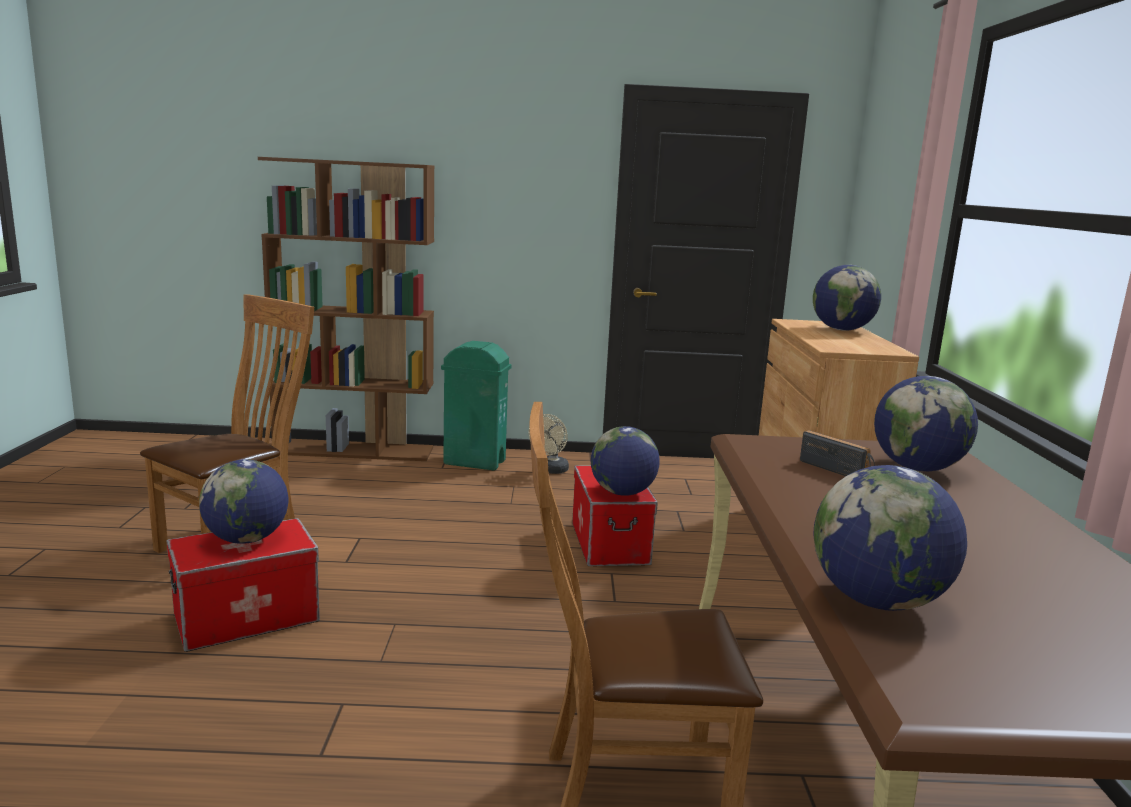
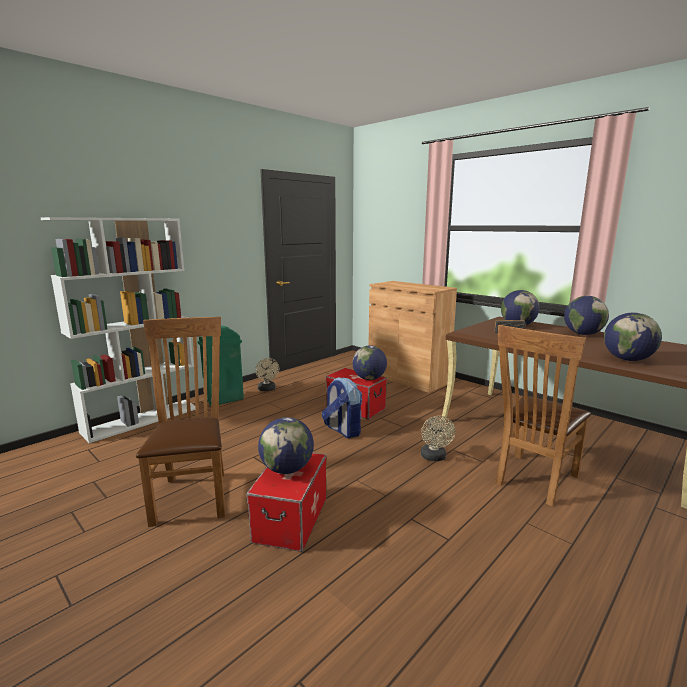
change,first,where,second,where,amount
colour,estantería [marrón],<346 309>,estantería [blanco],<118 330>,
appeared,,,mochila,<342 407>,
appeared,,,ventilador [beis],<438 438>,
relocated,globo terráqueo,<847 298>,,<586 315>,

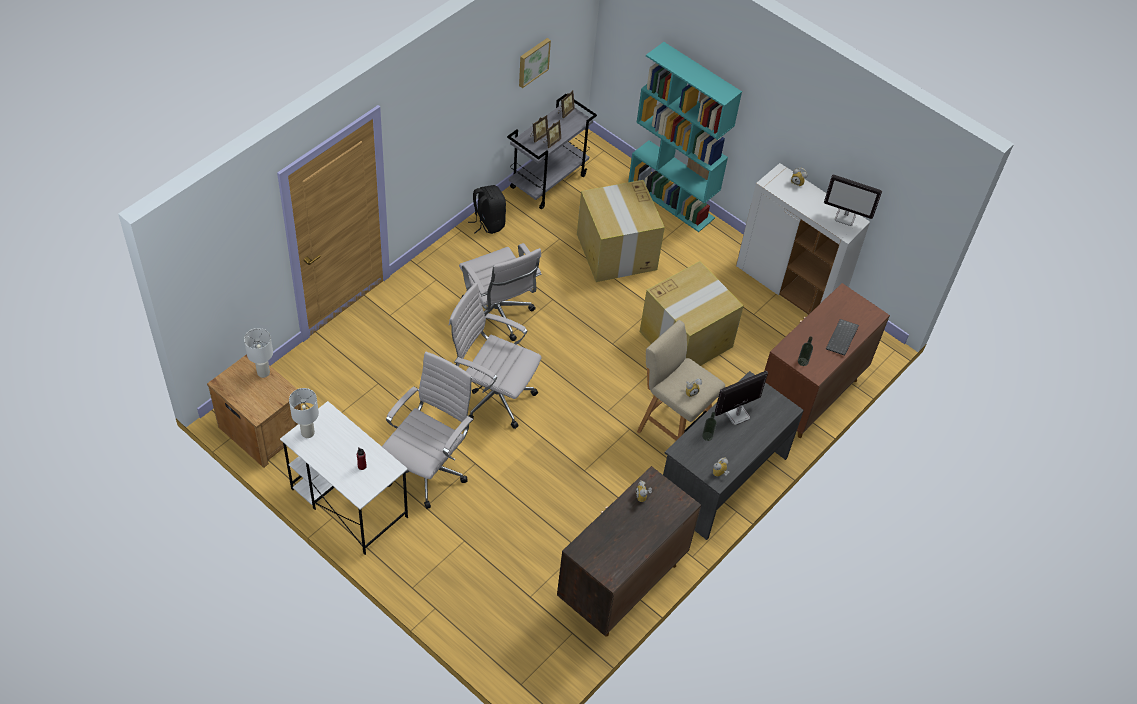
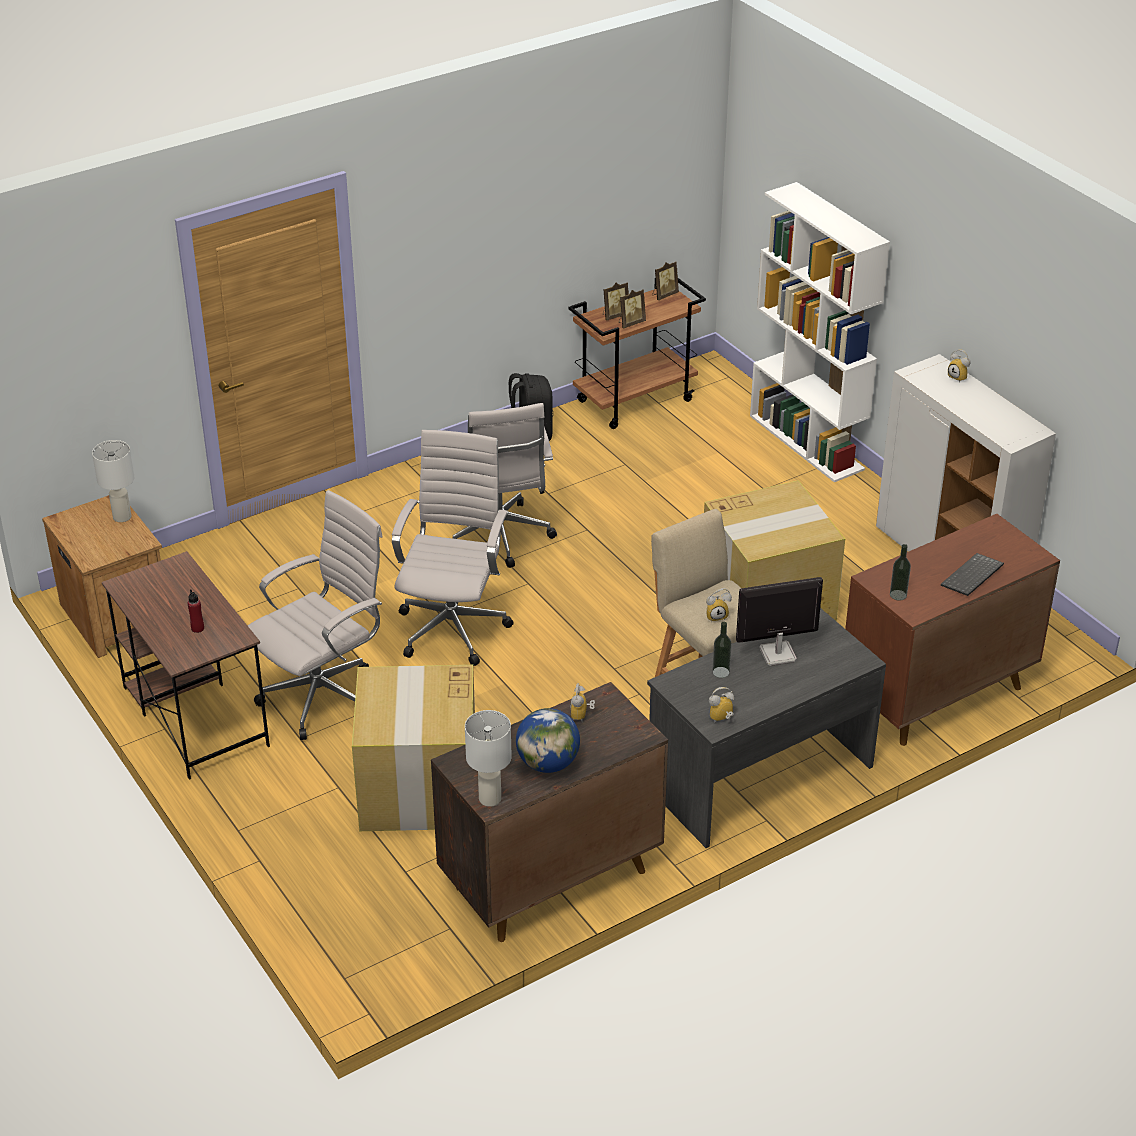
change,first,where,second,where,amount
colour,escritorio [blanco],<344 478>,escritorio [marrón],<186 665>,
relocated,caja de cartón,<621 231>,,<413 748>,
spun,silla de oficina [blanco],<495 356>,,<453 548>,60 degrees clockwise
relocated,lámpara de mesa [blanco],<304 413>,,<488 758>,
appeared,,,globo terráqueo,<548 740>,
colour,carrito [gris],<552 151>,carrito [marrón],<637 353>,
colour,estantería [turquesa],<685 137>,estantería [blanco],<820 332>,
missing,cuadro,<535 63>,,,
missing,monitor,<853 200>,,,

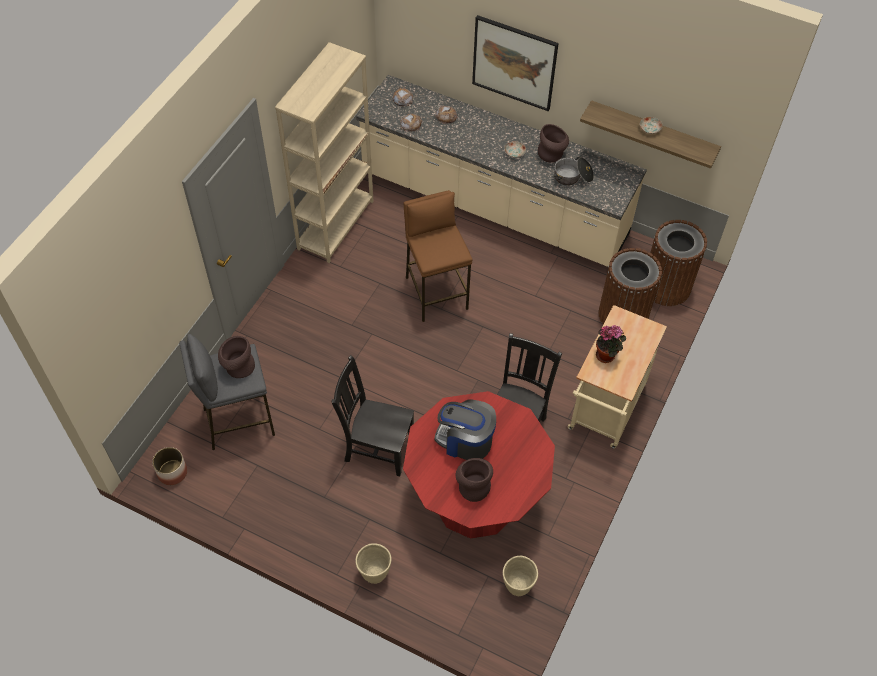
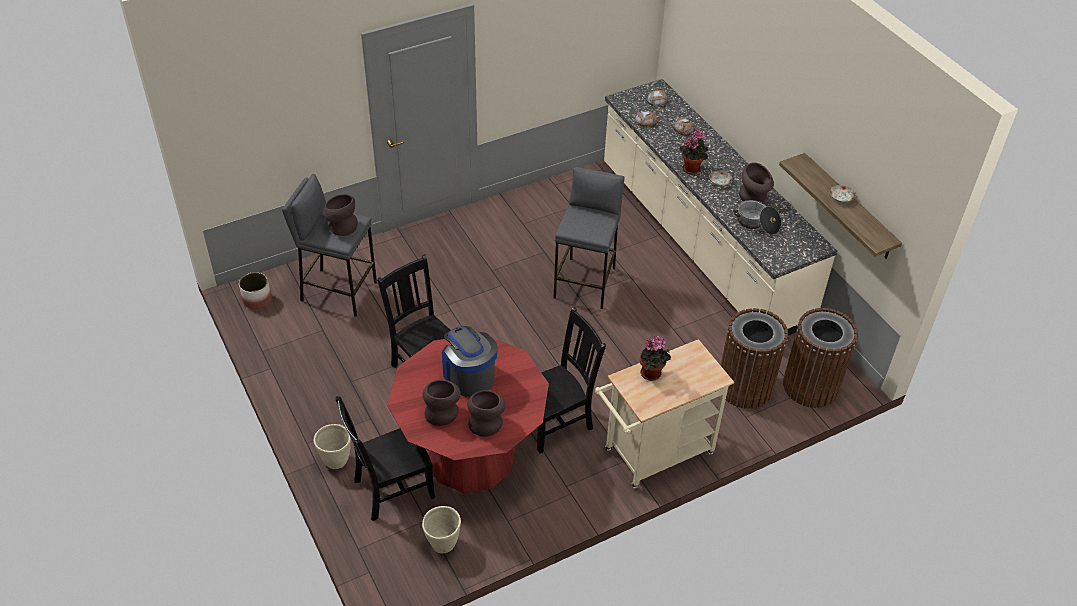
change,first,where,second,where,amount
appeared,,,silla [negro],<385 459>,
appeared,,,florero [marrón],<486 413>,
colour,taburete [marrón],<438 256>,taburete [gris],<588 238>,
appeared,,,planta en maceta,<693 152>,
missing,estantería [beis],<324 152>,,,
missing,cuadro,<515 63>,,,

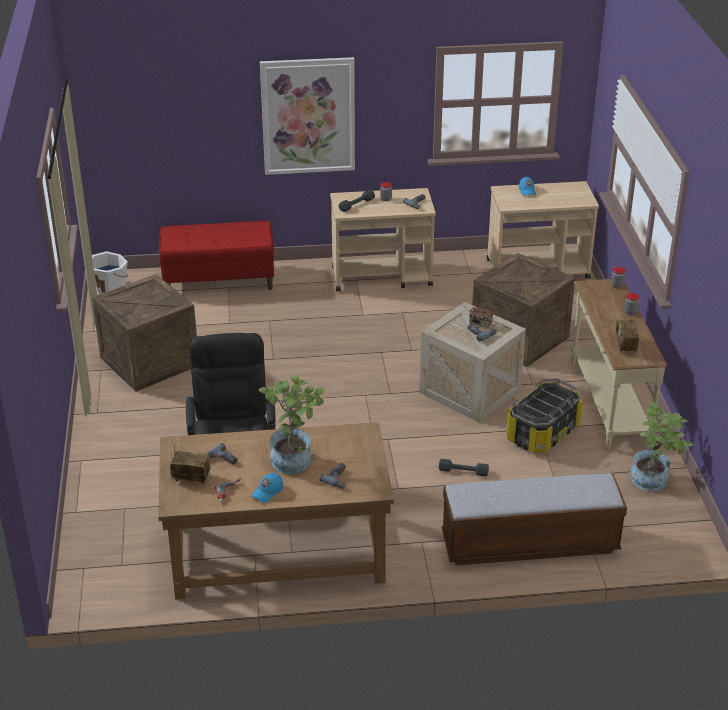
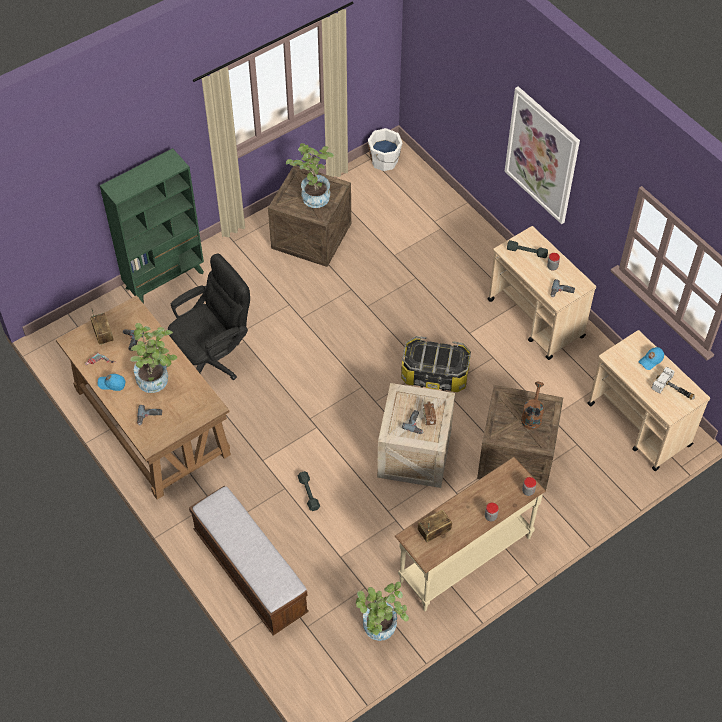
change,first,where,second,where,amount
appeared,,,estantería [verde],<152 226>,
appeared,,,planta en maceta,<310 175>,
relocated,caja de almacenaje,<544 415>,,<436 364>,
appeared,,,regadera [marrón],<532 405>,
appeared,,,martillo,<673 383>,
missing,banco [rojo],<216 255>,,,

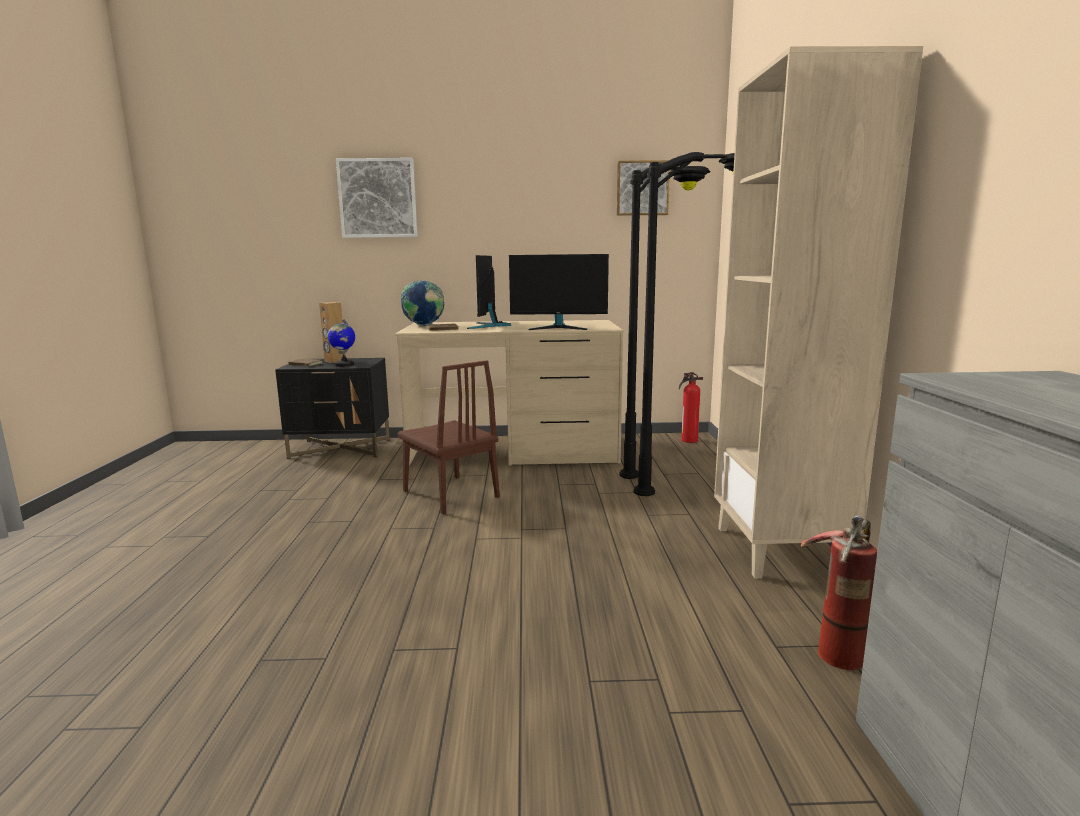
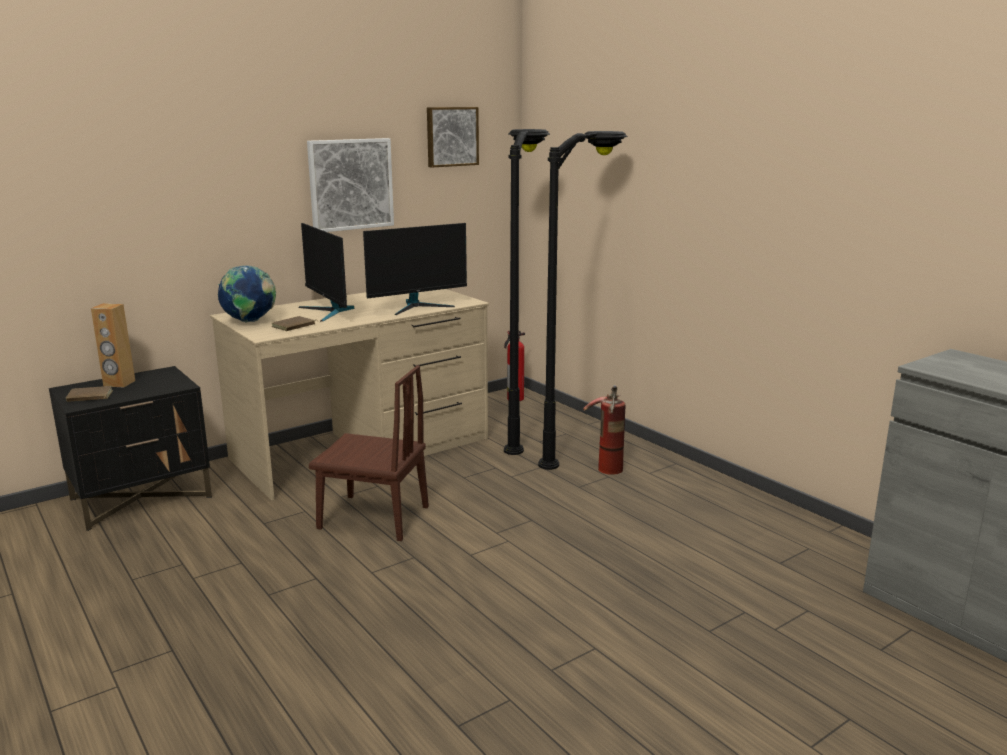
change,first,where,second,where,amount
relocated,cuadro,<377 198>,,<350 185>,
relocated,extintor,<839 592>,,<604 430>,
missing,globo terráqueo,<341 343>,,,
missing,estantería [beis],<818 312>,,,

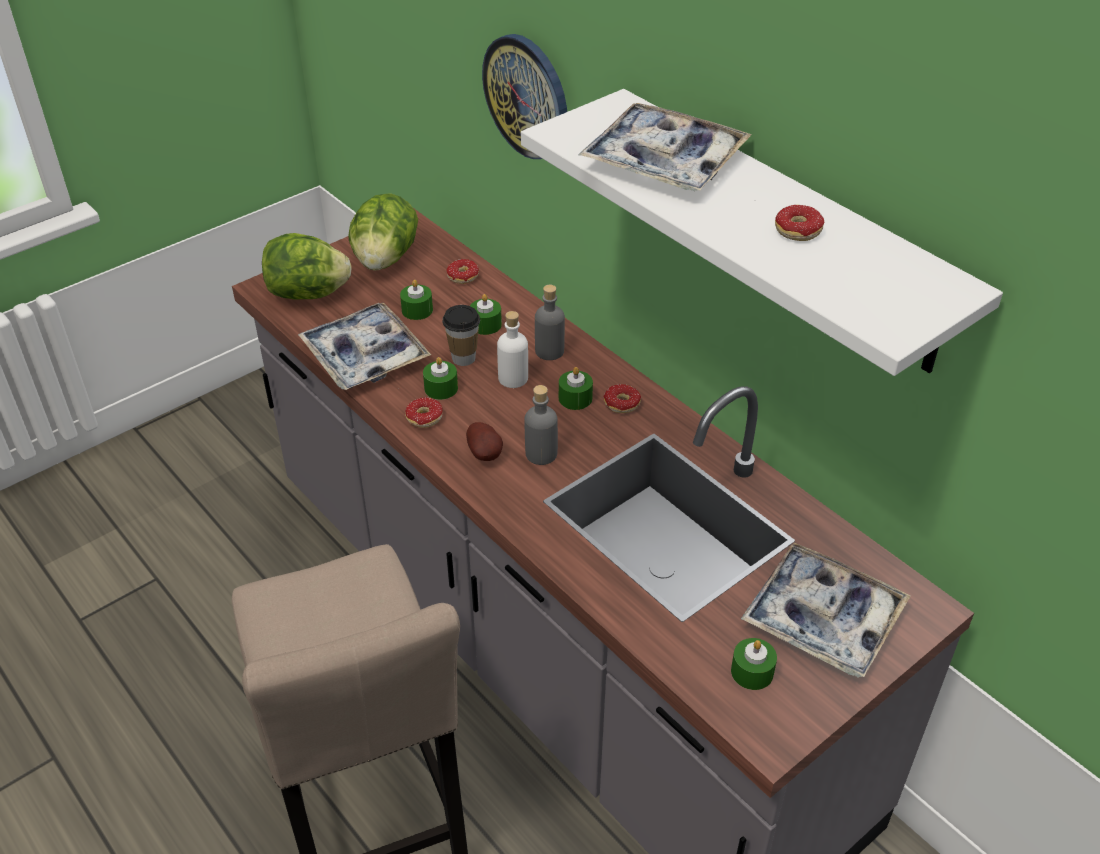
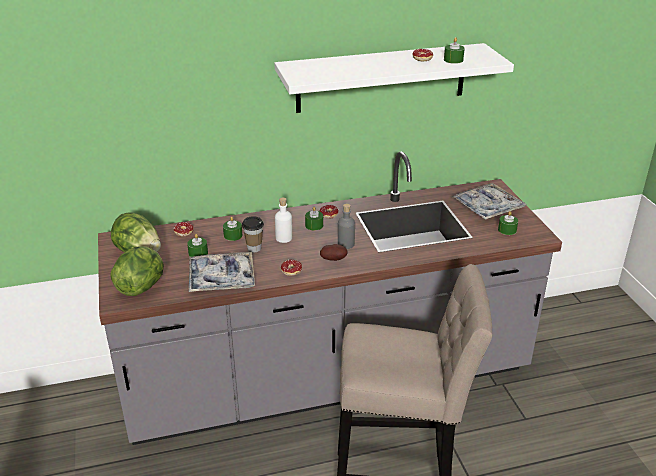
change,first,where,second,where,amount
relocated,vela [verde],<440 378>,,<454 50>,
missing,reloj de pared,<524 96>,,,
missing,botella [gris],<550 322>,,,
missing,bandeja,<665 147>,,,

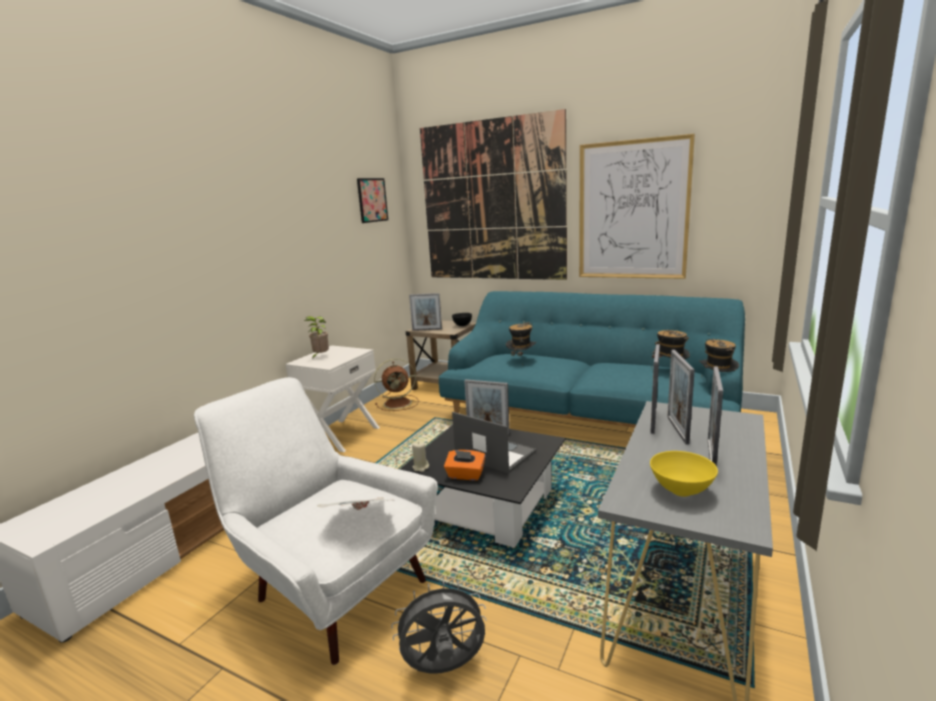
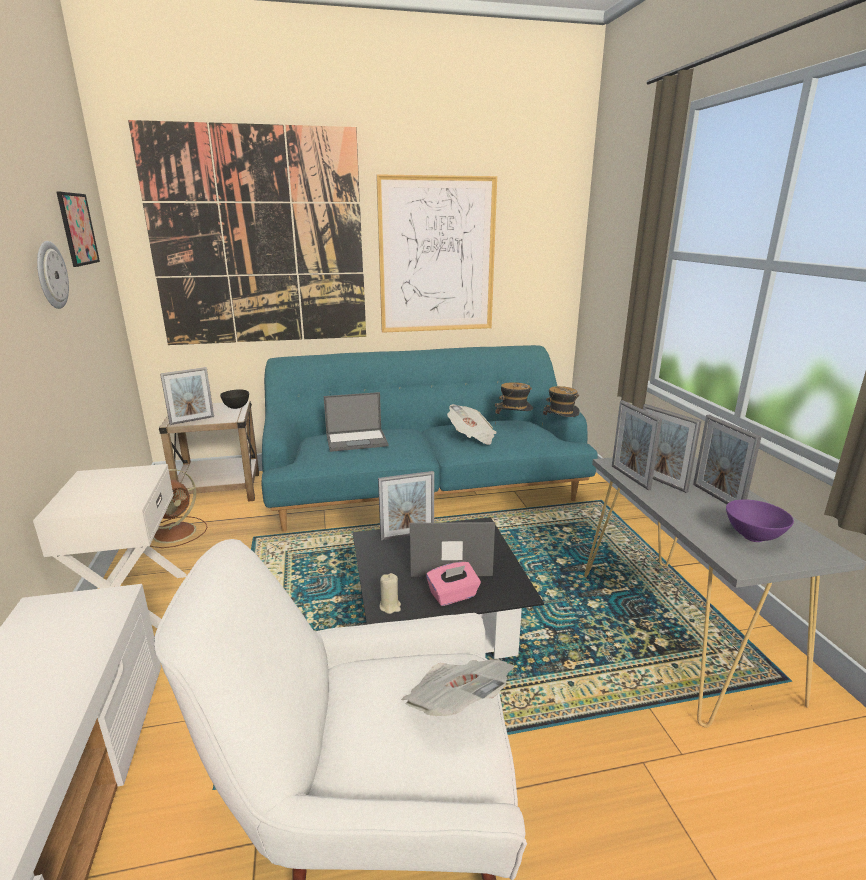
change,first,where,second,where,amount
appeared,,,reloj de pared,<53 275>,
exchanged,sombrero,<521 339>,portátil,<356 422>,
colour,caja de pañuelos [naranja],<464 465>,caja de pañuelos [rosa],<453 584>,
appeared,,,periódico,<471 424>,
colour,cuenco [amarillo],<684 474>,cuenco [morado],<760 520>,
missing,planta en maceta,<316 338>,,,
missing,ventilador [gris],<439 627>,,,

